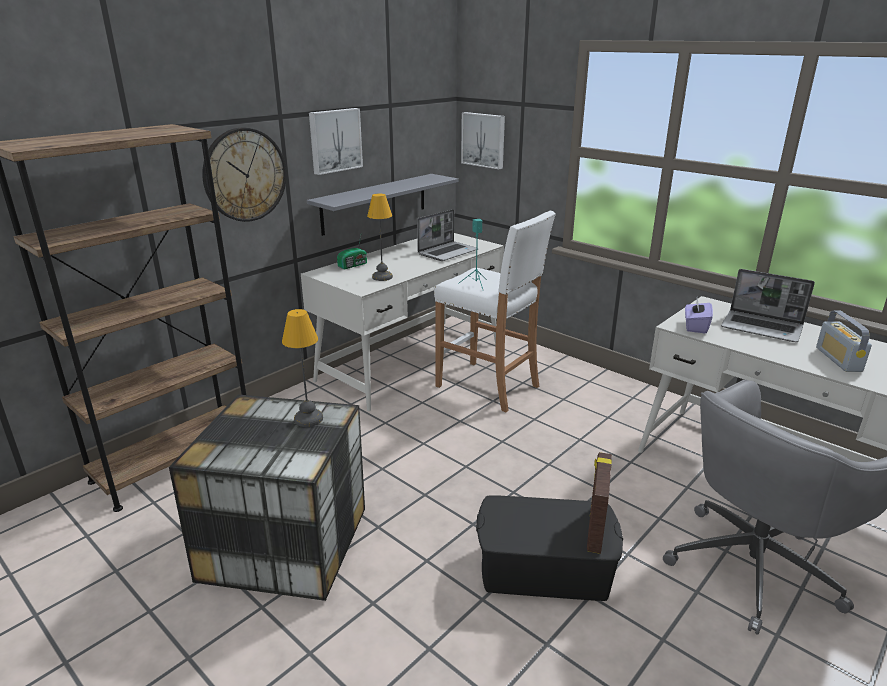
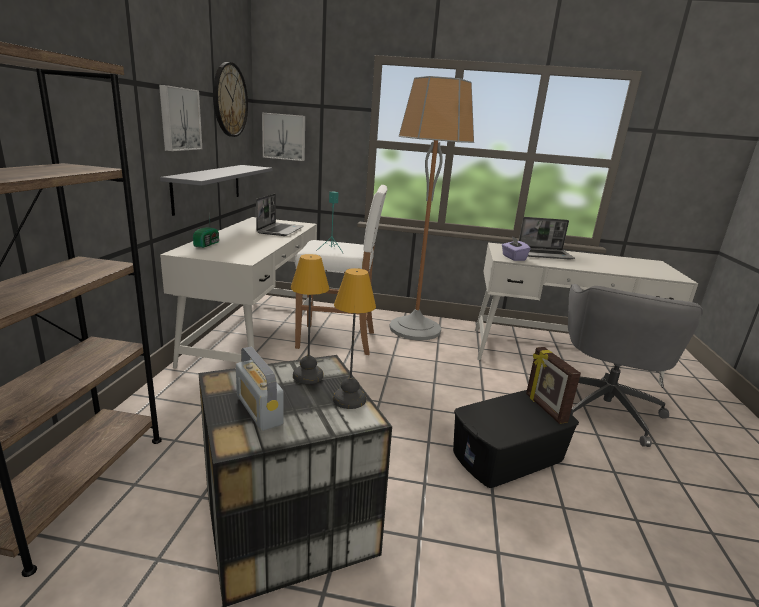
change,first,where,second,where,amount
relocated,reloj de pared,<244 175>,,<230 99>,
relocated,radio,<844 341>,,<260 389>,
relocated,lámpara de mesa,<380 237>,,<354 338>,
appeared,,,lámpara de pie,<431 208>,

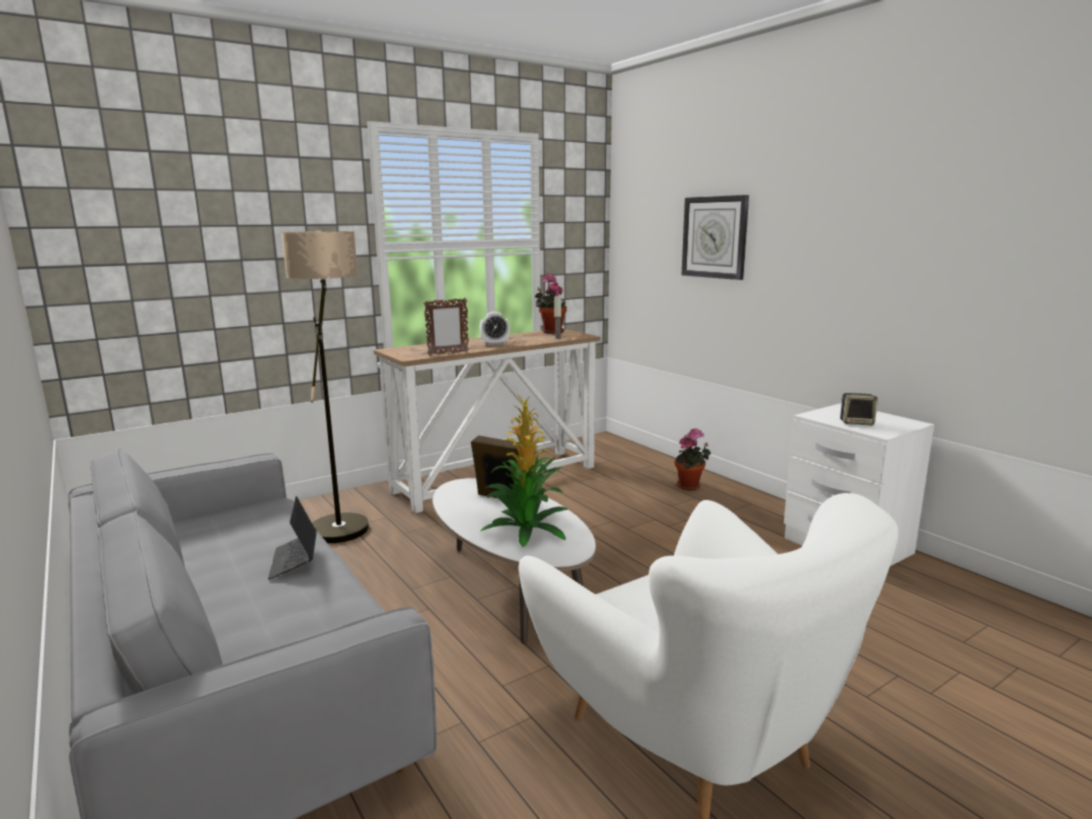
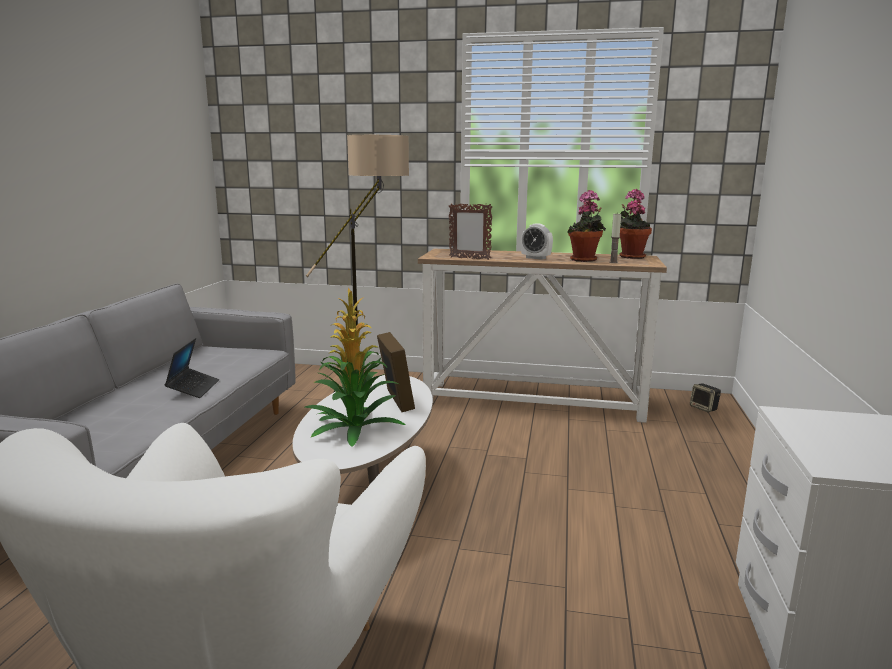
change,first,where,second,where,amount
spun,portátil,<292 538>,,<191 368>,150 degrees clockwise
relocated,planta en maceta,<693 459>,,<586 226>,
relocated,altavoz,<859 409>,,<705 397>,
missing,reloj de pared,<715 237>,,,

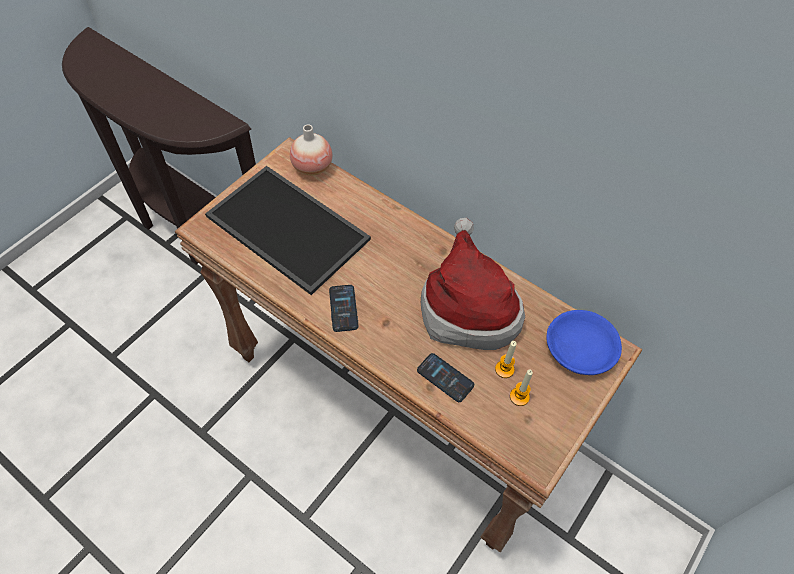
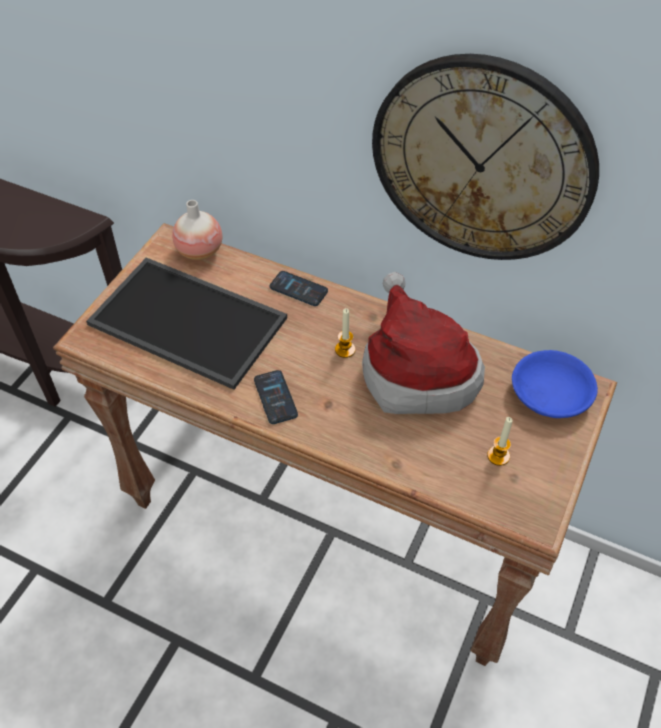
change,first,where,second,where,amount
relocated,móvil,<445 377>,,<299 288>,
relocated,vela,<506 359>,,<345 333>,
appeared,,,reloj de pared,<485 157>,

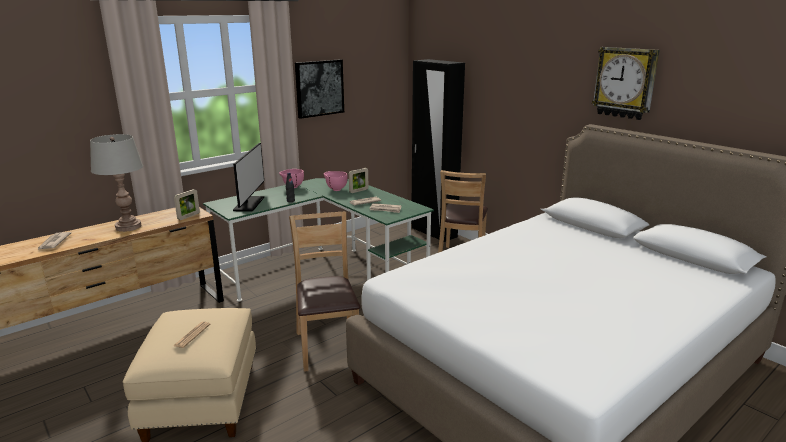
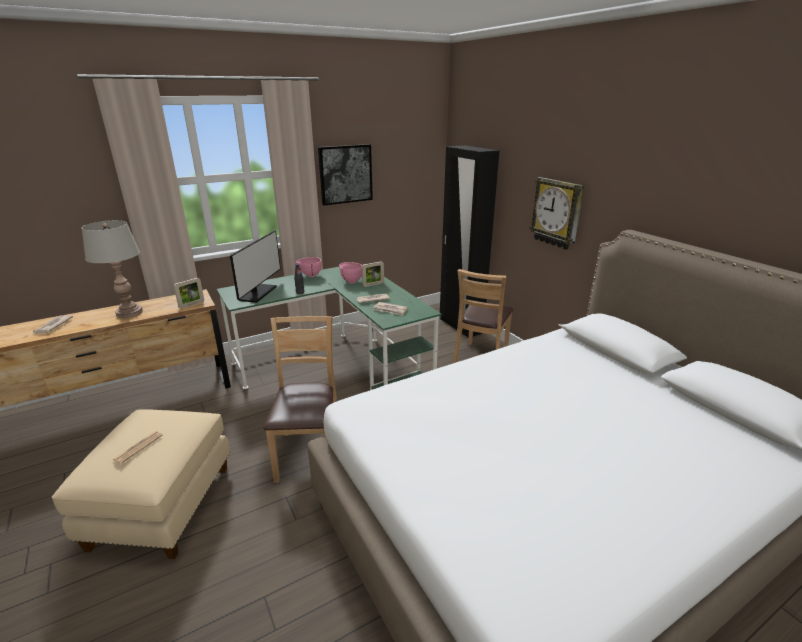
change,first,where,second,where,amount
relocated,reloj de pared,<626 83>,,<557 213>,

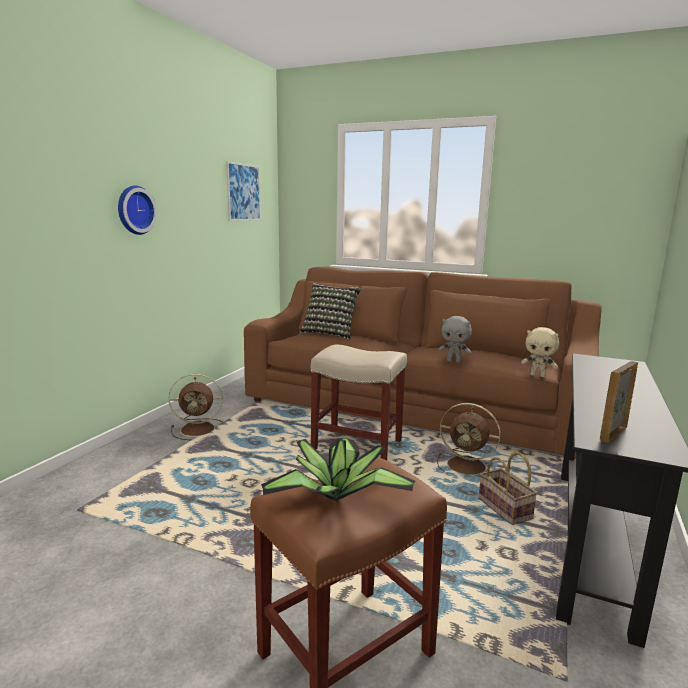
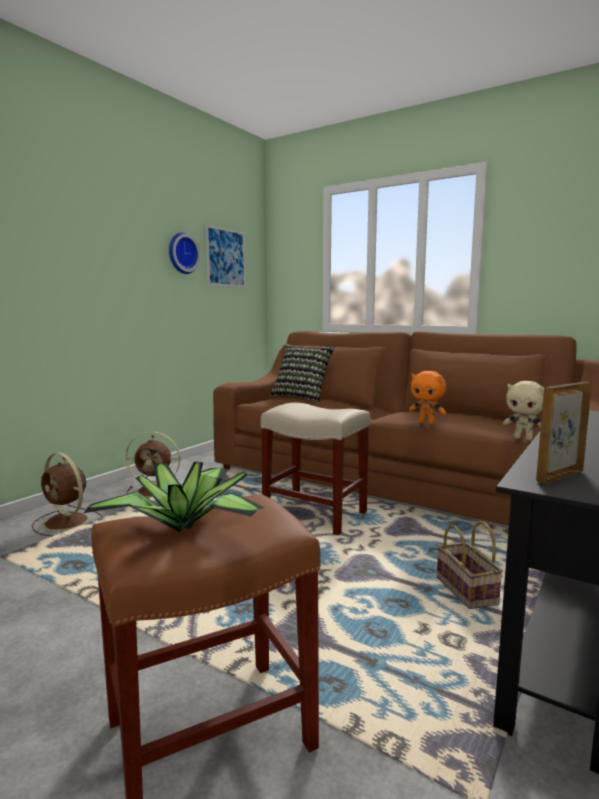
change,first,where,second,where,amount
relocated,ventilador [marrón],<469 439>,,<67 494>,
relocated,reloj de pared,<137 210>,,<184 253>,
colour,peluche [gris],<455 339>,peluche [naranja],<427 397>,

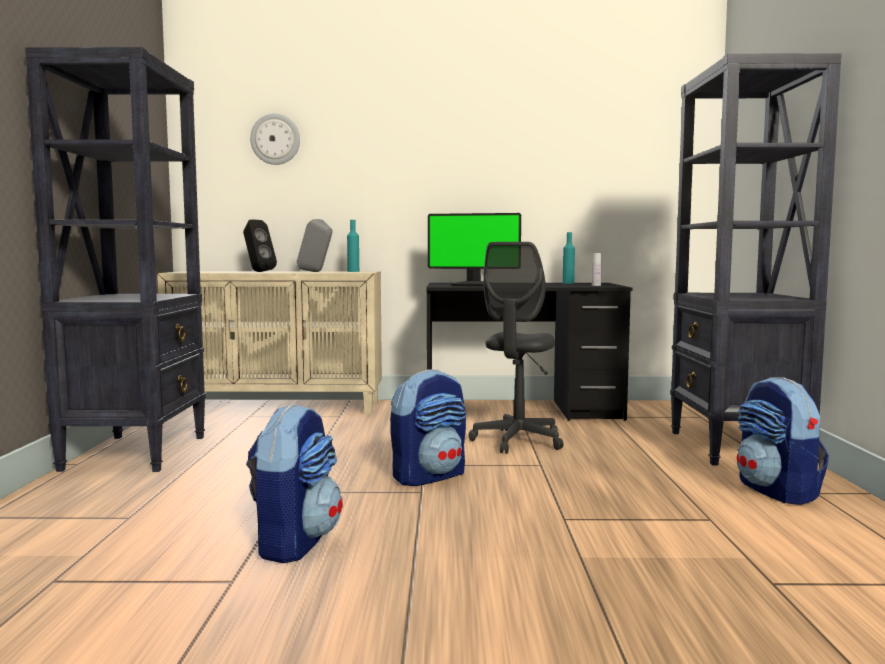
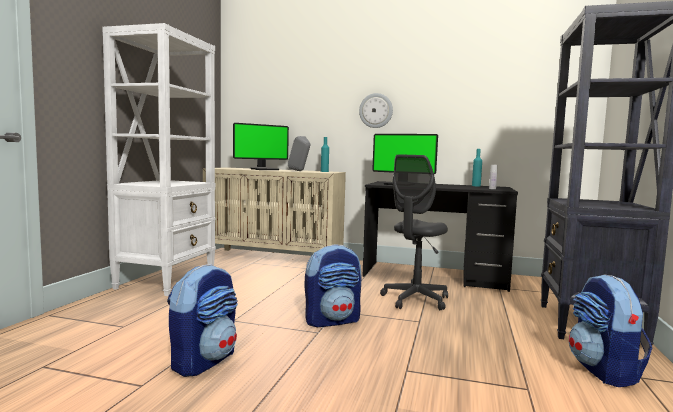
change,first,where,second,where,amount
colour,estantería [negro],<115 259>,estantería [blanco],<159 159>,
exchanged,altavoz [negro],<260 246>,monitor,<261 146>,
relocated,reloj de pared,<275 139>,,<376 110>,

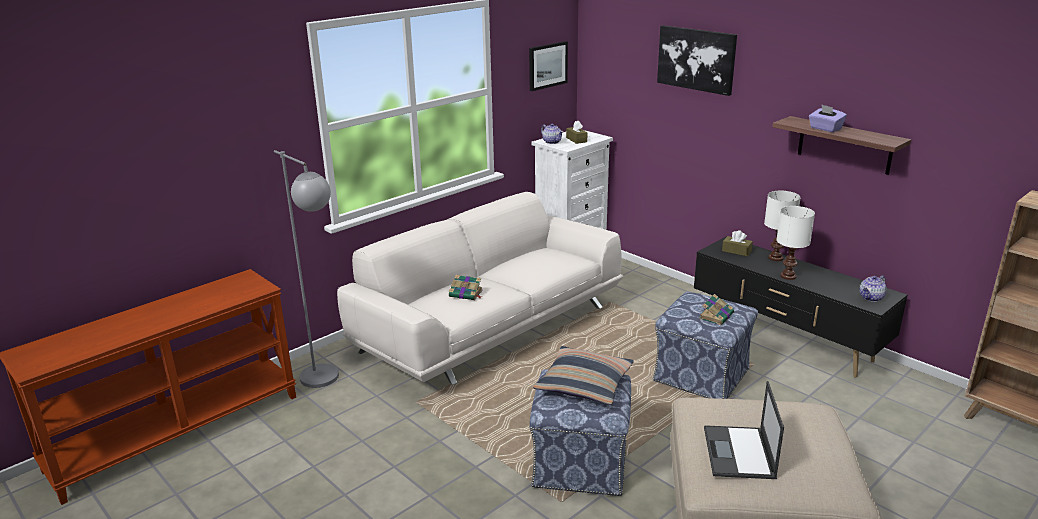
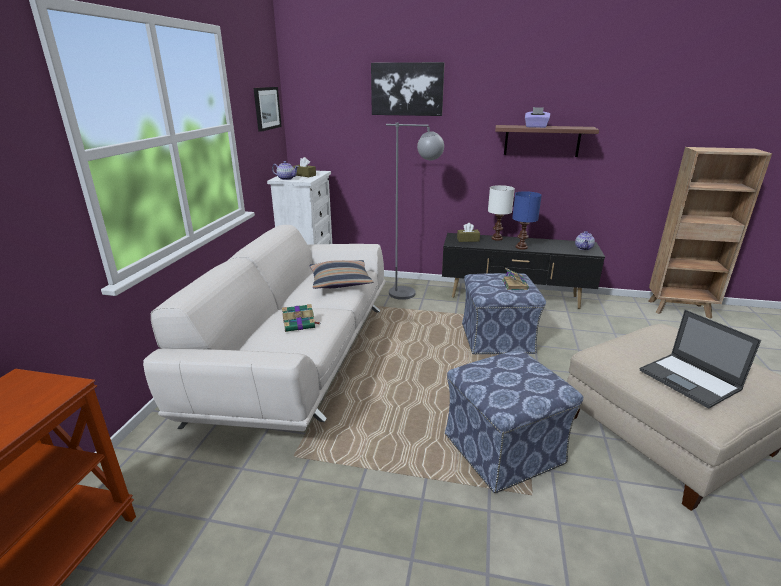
change,first,where,second,where,amount
relocated,cojín,<583 375>,,<341 274>,
relocated,lámpara de pie [gris],<306 269>,,<415 211>,
colour,lámpara de mesa [blanco],<795 243>,lámpara de mesa [azul],<527 220>,

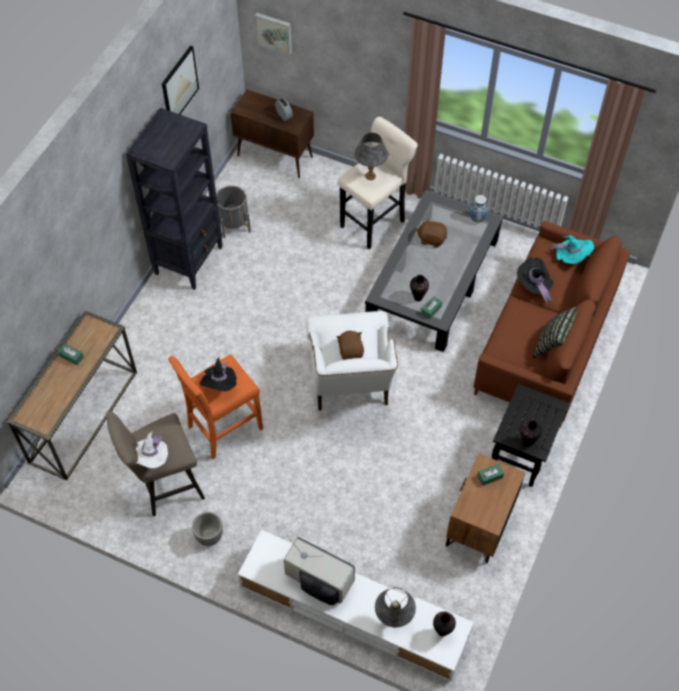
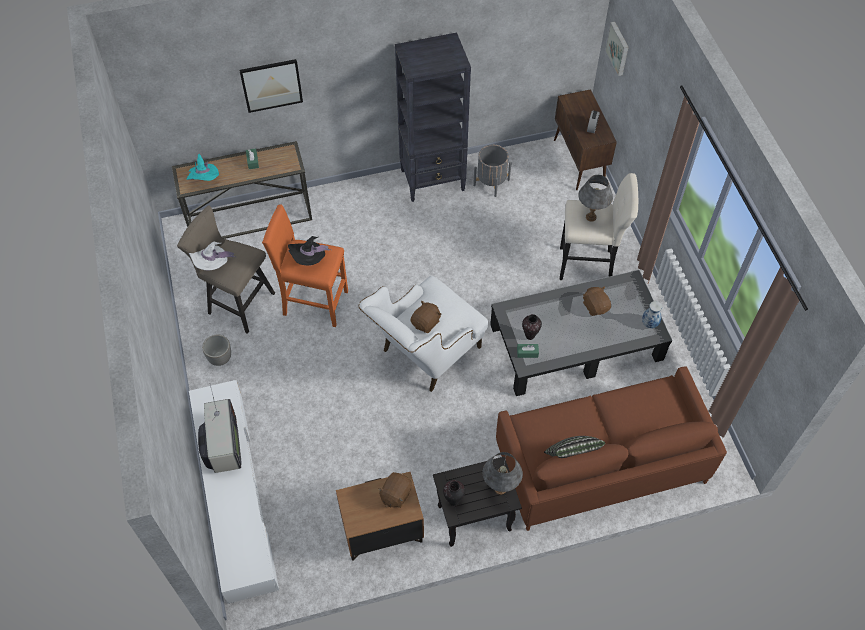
change,first,where,second,where,amount
relocated,sombrero [turquesa],<571 249>,,<203 167>,
relocated,cuadro,<180 79>,,<271 86>,
exchanged,caja de pañuelos [verde],<490 475>,peluche [marrón],<395 490>,
relocated,lámpara de mesa [gris],<395 607>,,<503 473>,
missing,florero,<444 624>,,,
missing,sombrero [negro],<535 280>,,,

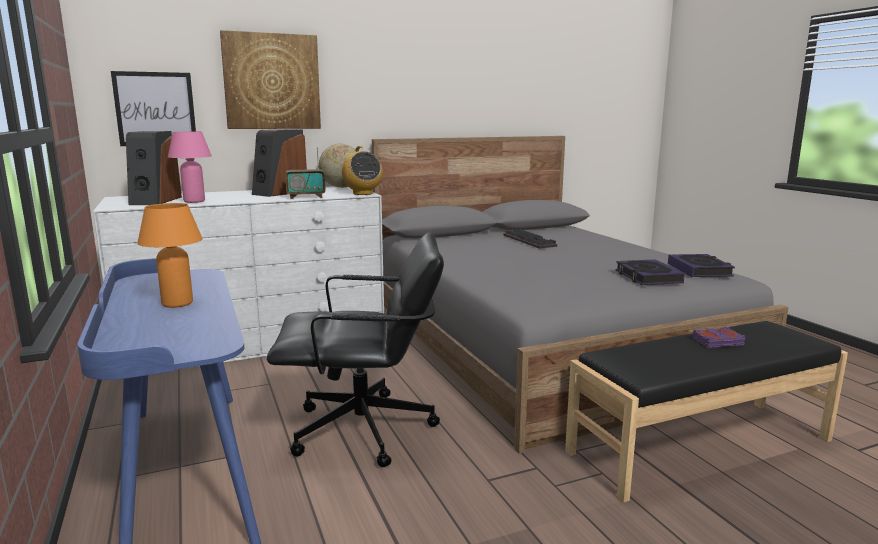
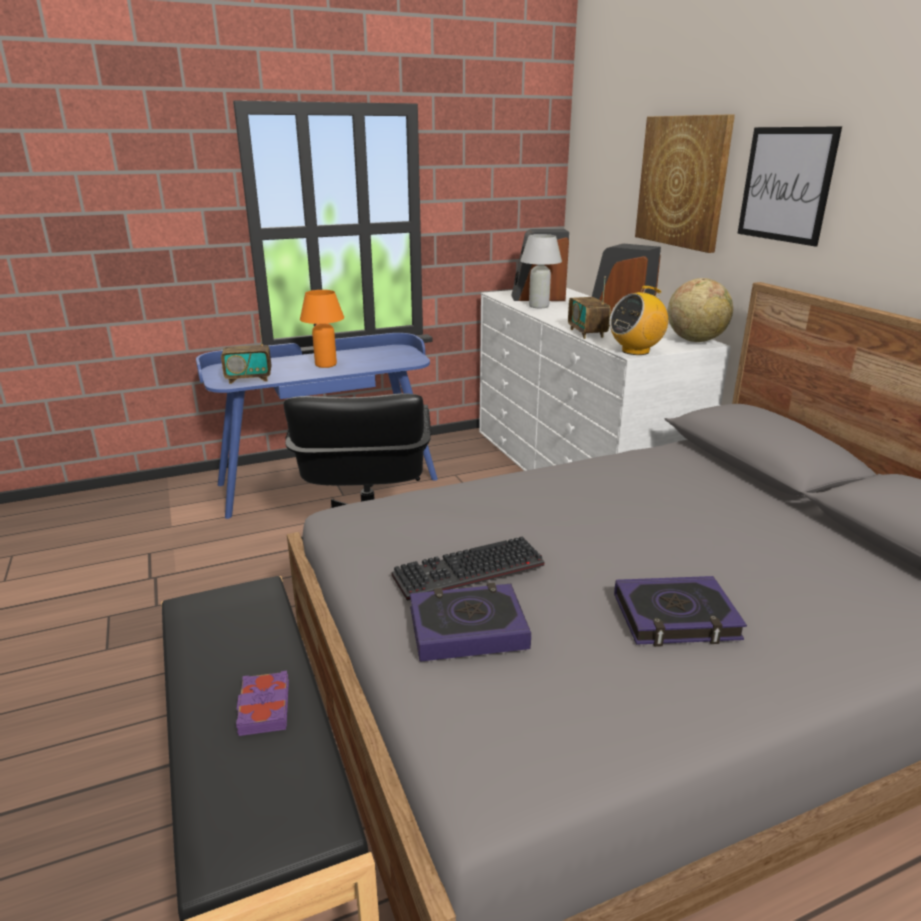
change,first,where,second,where,amount
appeared,,,radio,<246 352>,
relocated,teclado,<530 238>,,<468 568>,
colour,lámpara de mesa [rosa],<190 167>,lámpara de mesa [blanco],<541 271>,
relocated,libro,<701 265>,,<680 611>,
relocated,cuadro,<153 108>,,<789 186>,

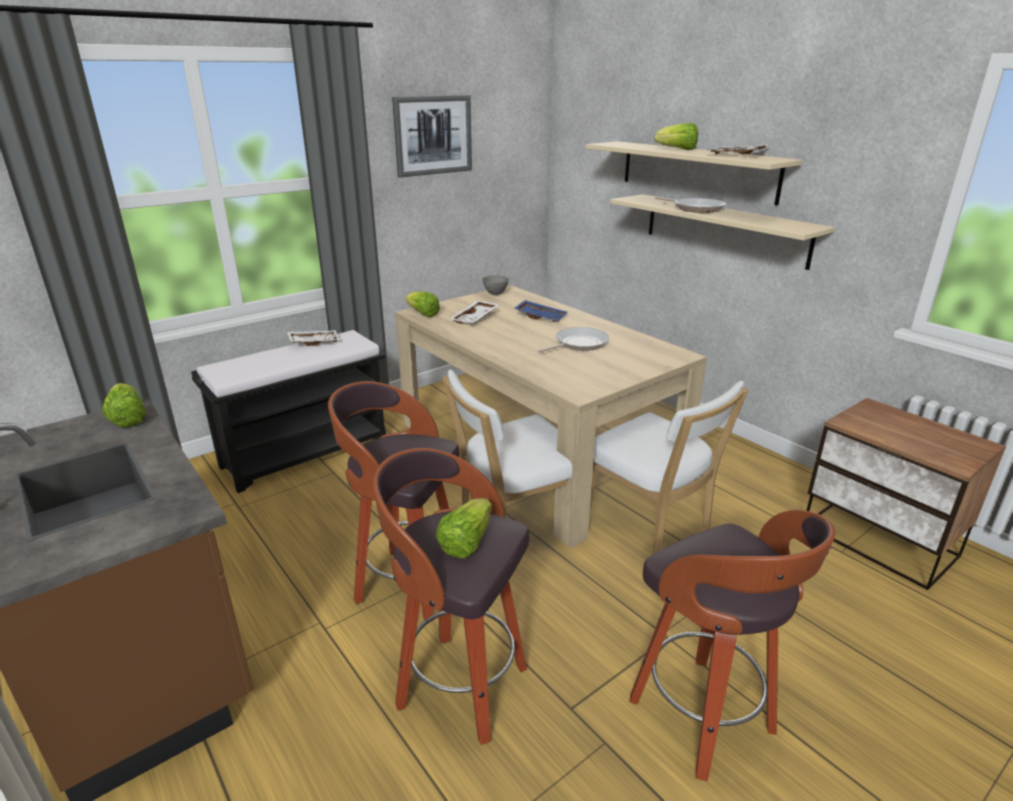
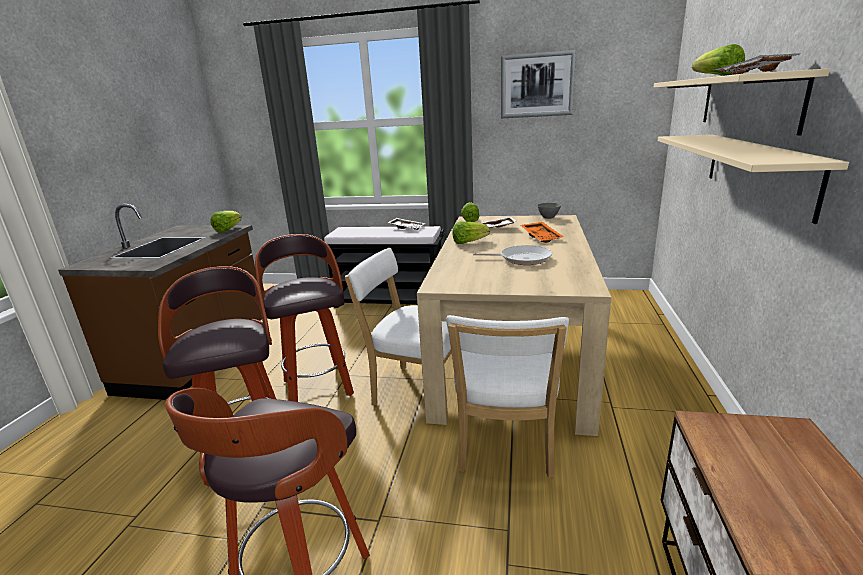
change,first,where,second,where,amount
relocated,lechuga,<464 528>,,<471 232>,
colour,bandeja [azul],<541 311>,bandeja [naranja],<542 232>,
missing,sartén,<690 205>,,,

